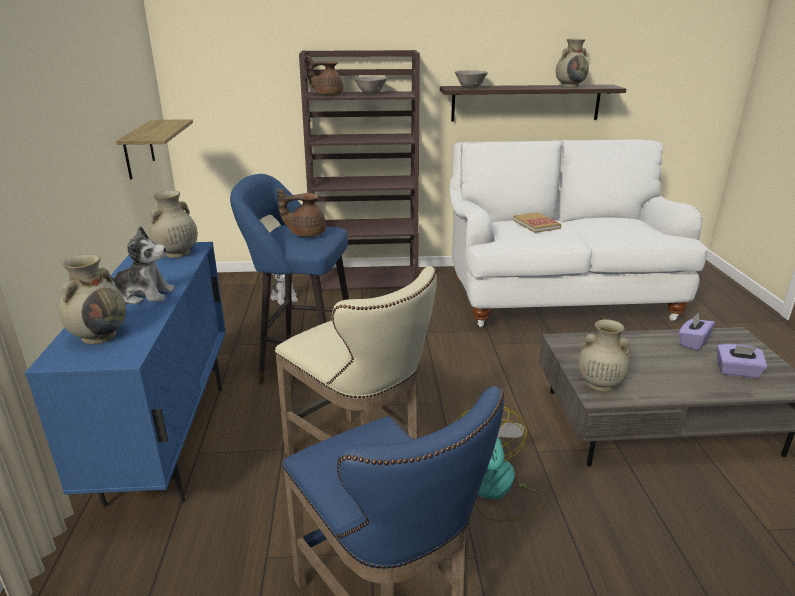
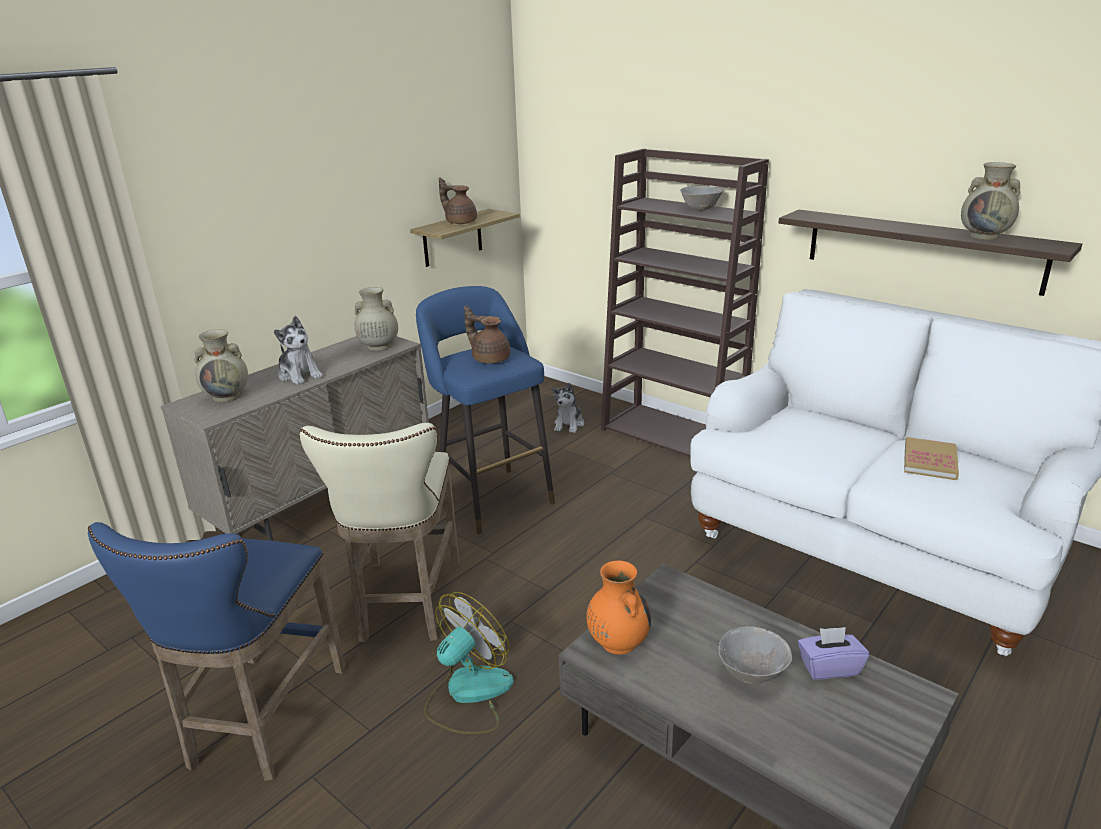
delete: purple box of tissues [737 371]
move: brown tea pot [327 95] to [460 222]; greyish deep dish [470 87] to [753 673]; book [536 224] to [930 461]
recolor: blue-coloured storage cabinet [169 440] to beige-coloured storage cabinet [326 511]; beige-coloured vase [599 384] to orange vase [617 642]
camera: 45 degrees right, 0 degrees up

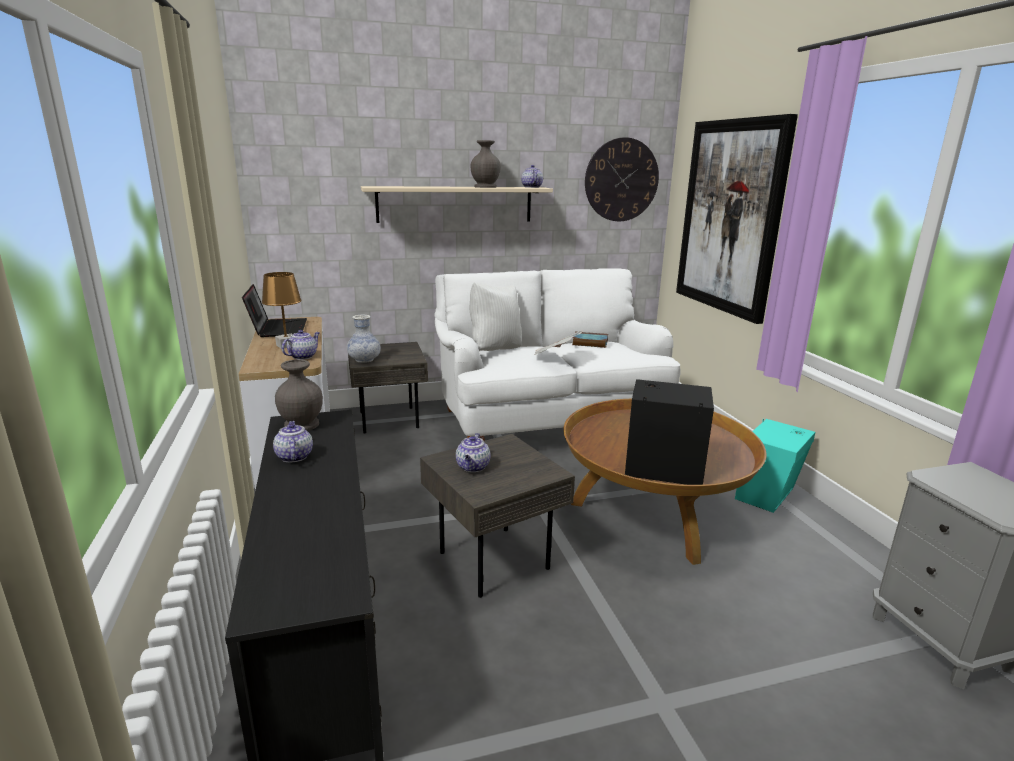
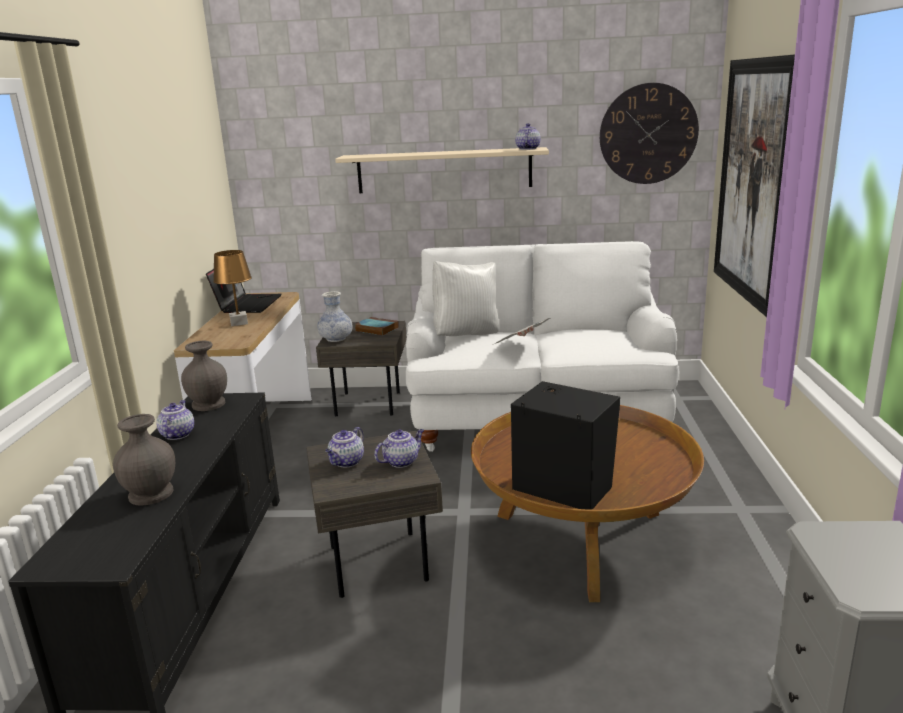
delete: turquoise-coloured audio speaker [768 494]
move: tea pot [303 356] to [401 461]; greyish vase [485 187] to [149 494]; book [589 343] to [376 329]
camera: 20 degrees right, 0 degrees up

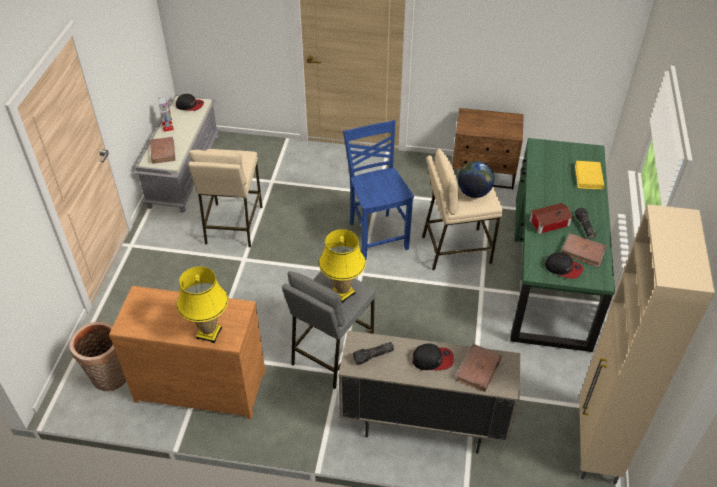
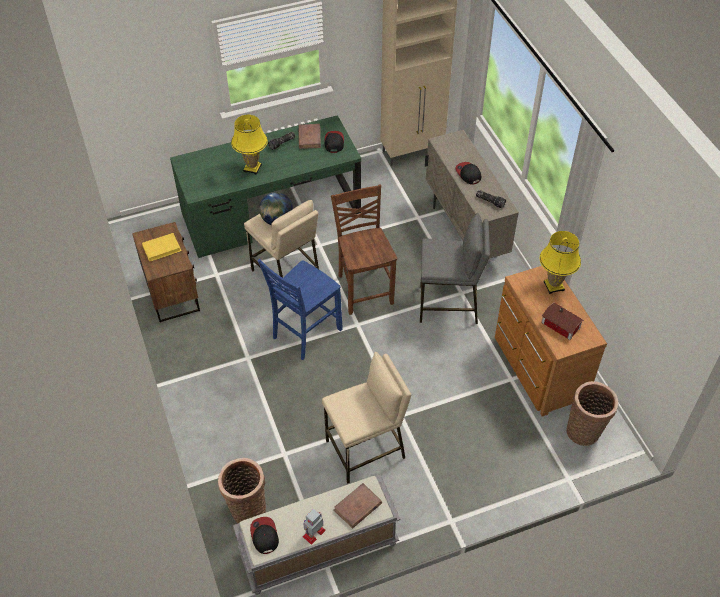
delete: brown book [478 369]
insert: basket [246 508]; brown plain chair [364 289]
move: yellow-coloured lamp for a table [343 293] to [252 168]; toy house [548 222] to [561 326]; yellow-coloured book [588 177] to [162 248]
camera: 120 degrees left, 5 degrees up

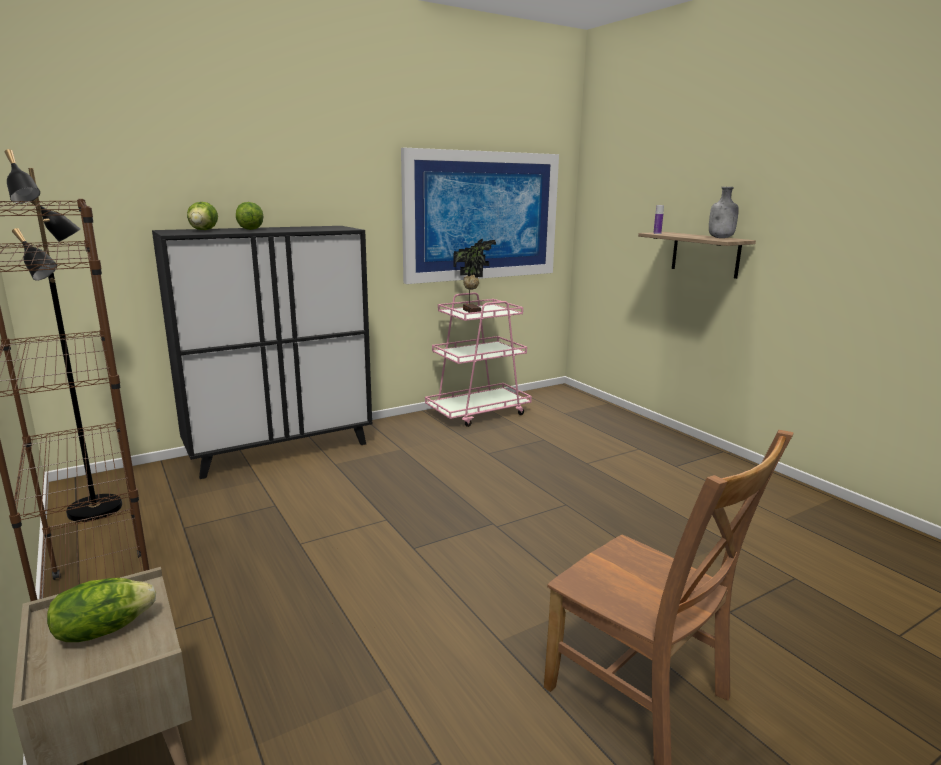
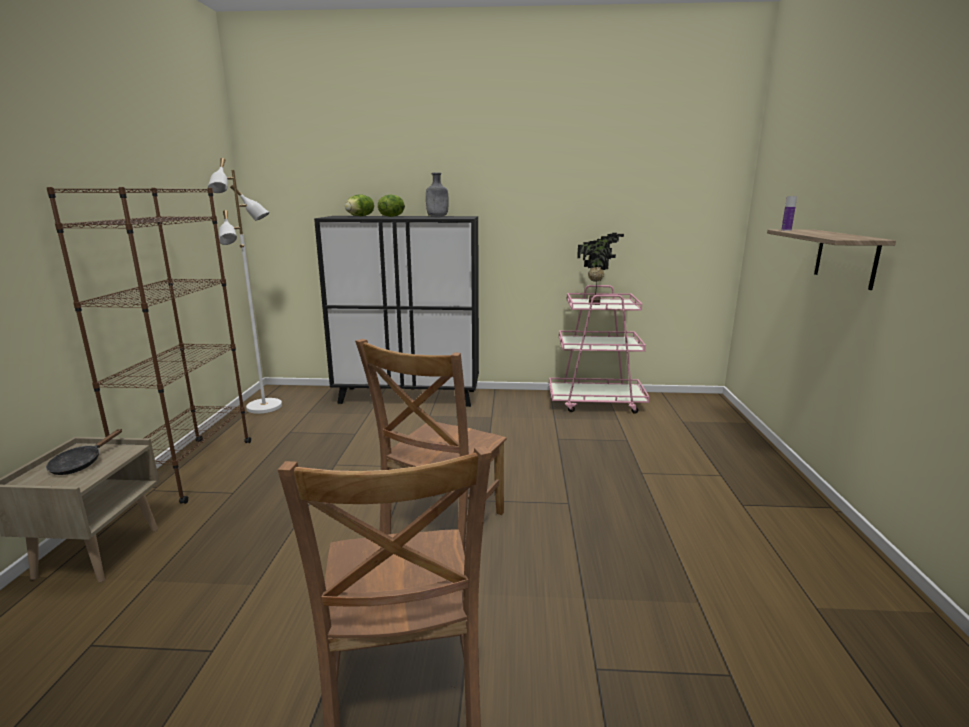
delete: wall art [482 216]
insert: brown plain chair [441 528]
move: greyish beverage bottle [721 238] to [437 217]
replace: lettuce head [103 629] to black-coloured skillet [80 464]
recolor: black-coloured floor lamp [97 509] to whitish floor lamp [265 407]
camera: 35 degrees right, 0 degrees up

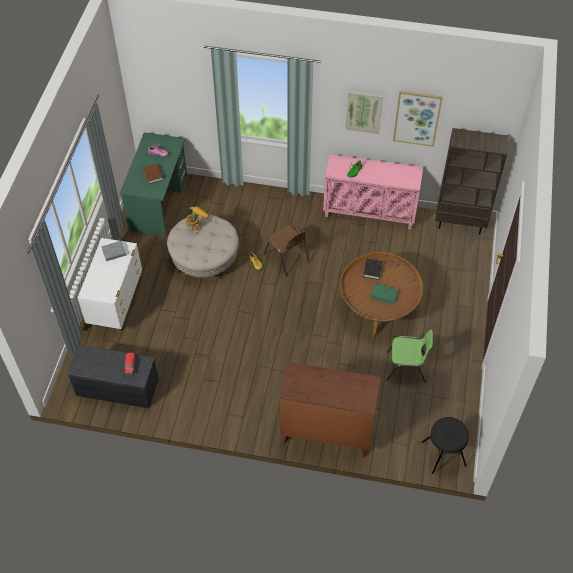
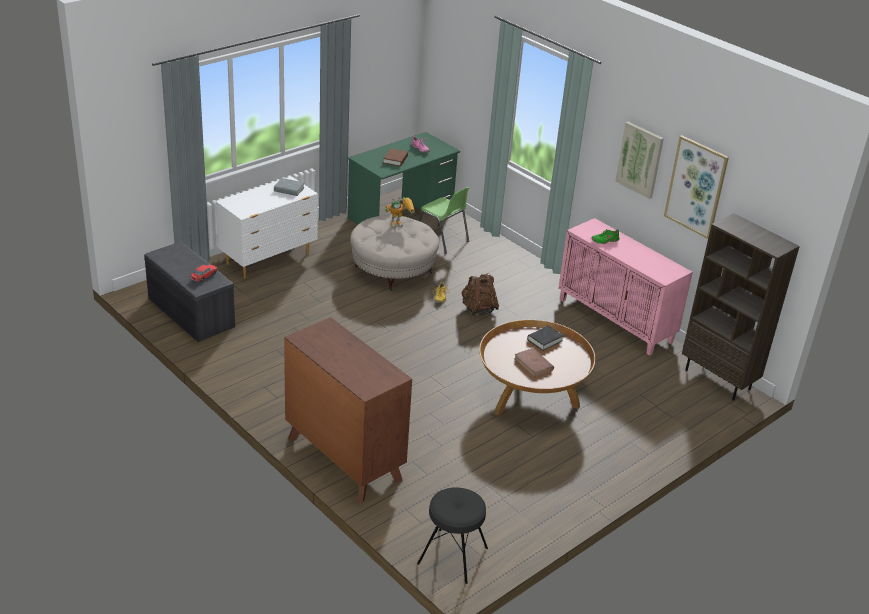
move: green plain chair [406 368] to [442 240]
replace: brown plain chair [287 258] to brown backpack [478 309]
recolor: green book [384 294] to brown book [533 364]
camera: 35 degrees right, 20 degrees down

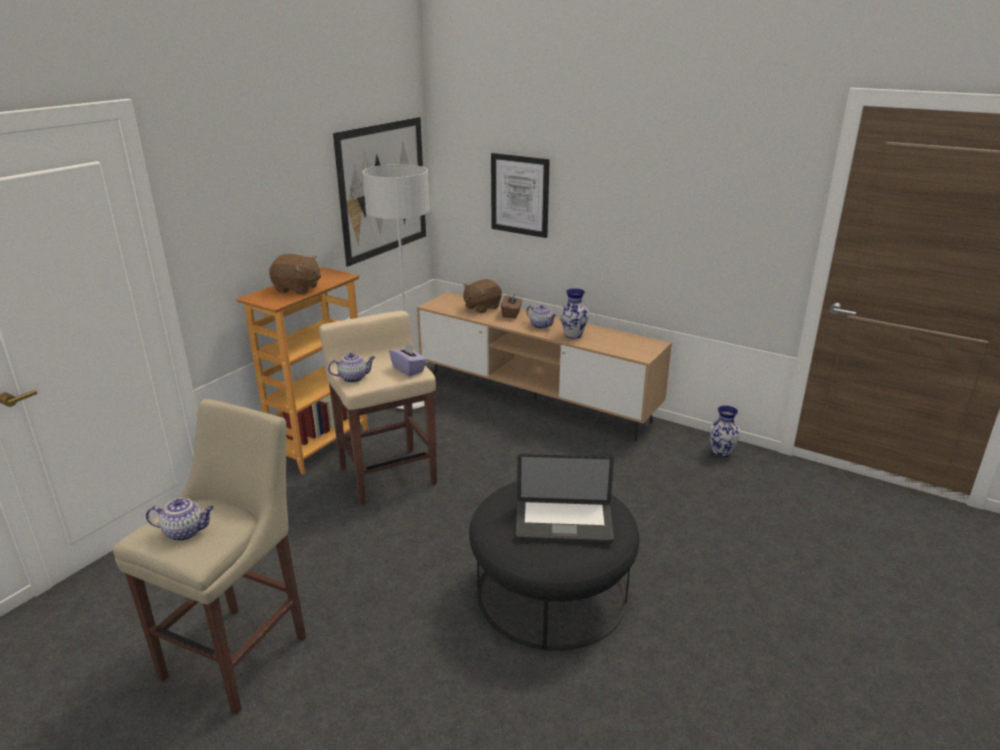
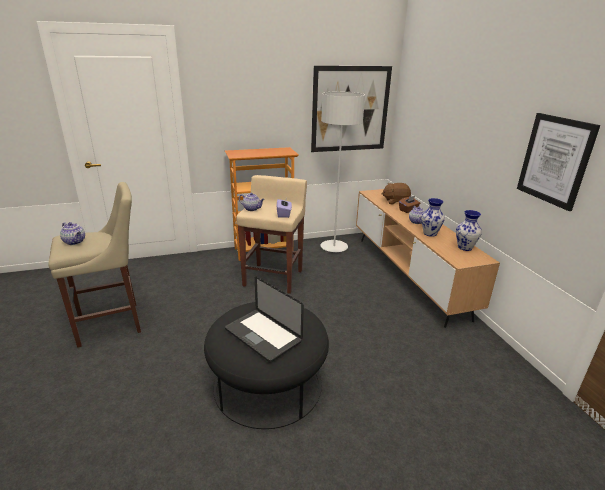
delete: brown soft toy [297 289]
move: wall art [520 195] to [555 160]; vase [721 452] to [465 248]
camera: 40 degrees right, 0 degrees up

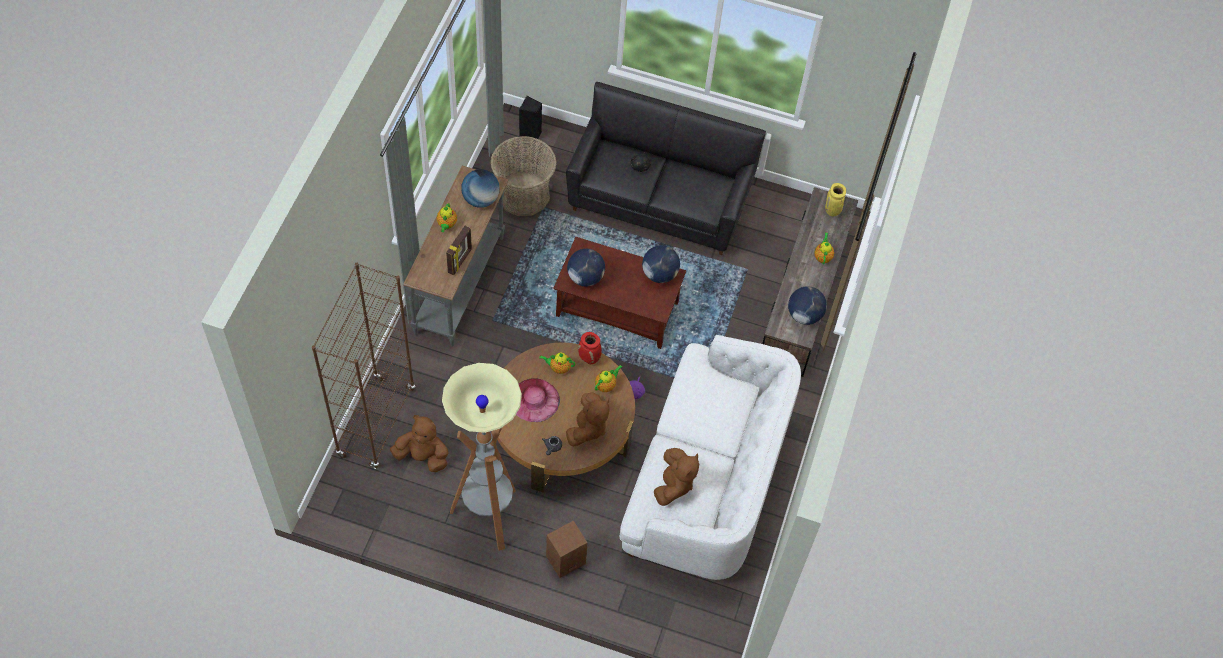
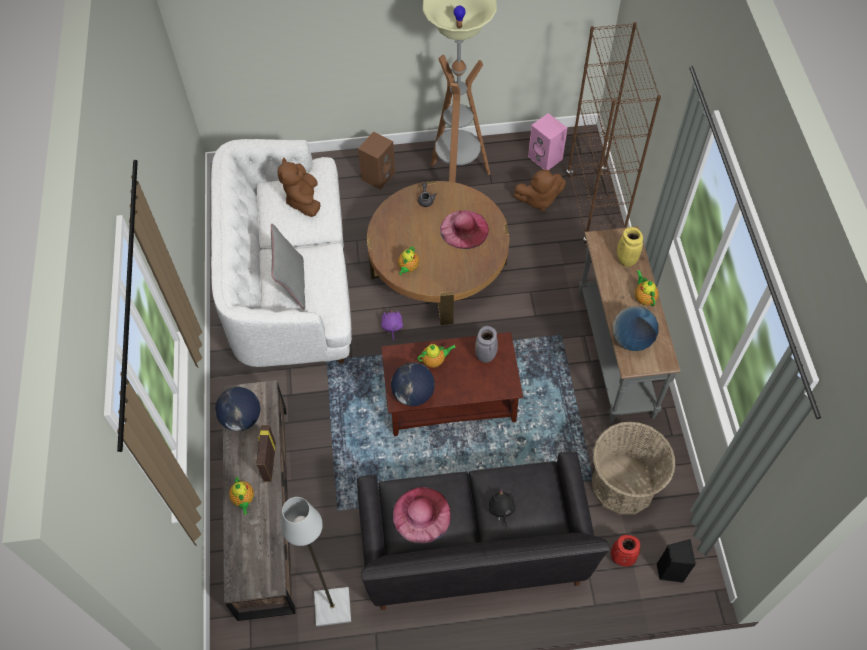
delete: brown soft toy [587 428]
insert: greyish throw pillow [292 284]; greyish floor lamp [332 608]; pink clothing hat [422 515]; pink audio speaker [546 158]
move: photo frame [460 261] to [269 462]; tea pot [558 368] to [435 361]; reddish vase [589 358] to [621 558]; yellow-coloured vase [832 211] to [625 259]
replace: world globe [585 277] to greyish vase [486 356]
camera: 160 degrees right, 0 degrees up

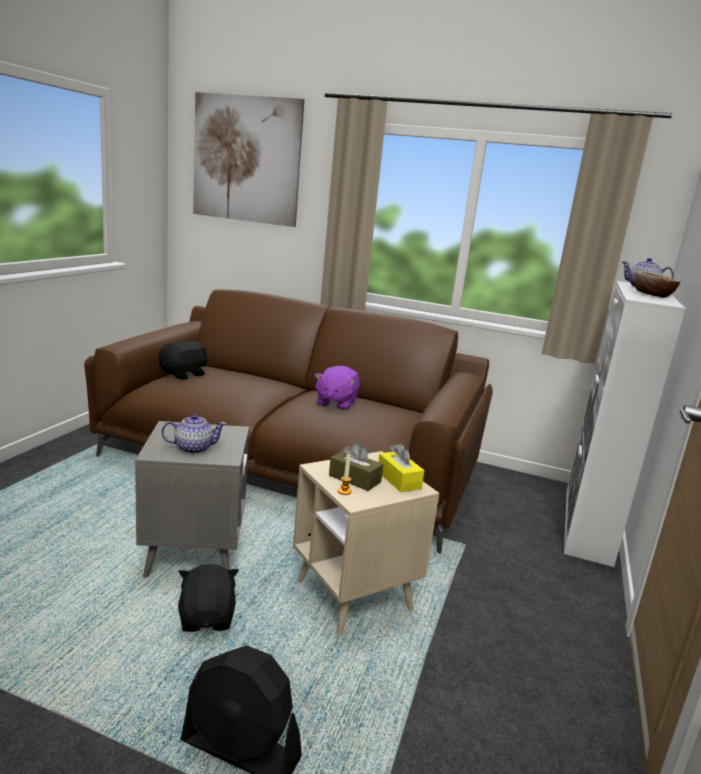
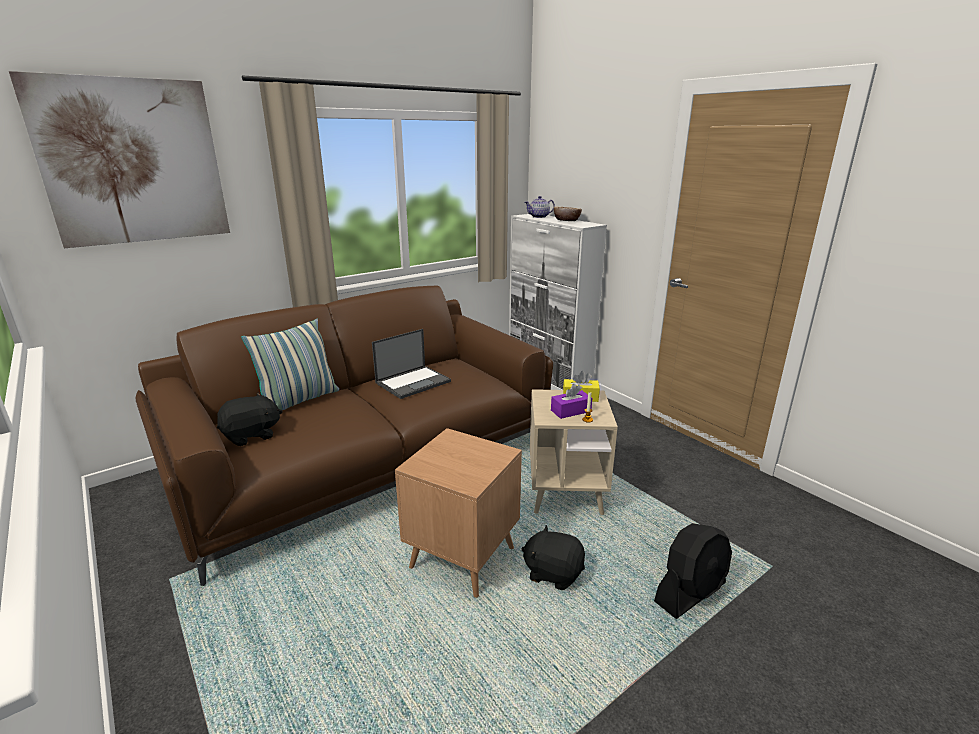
delete: tea pot [193 448]
insert: throw pillow [299 401]
replace: purple soft toy [335 403] to laptop [413 382]
recolor: greyish accent table [194 554] to brown accent table [462 557]; brown box of tissues [354 479] to purple box of tissues [571 411]
rotate: black-coloured soft toy [184 374] = [252 435] 75 degrees clockwise
camera: 55 degrees left, 5 degrees up

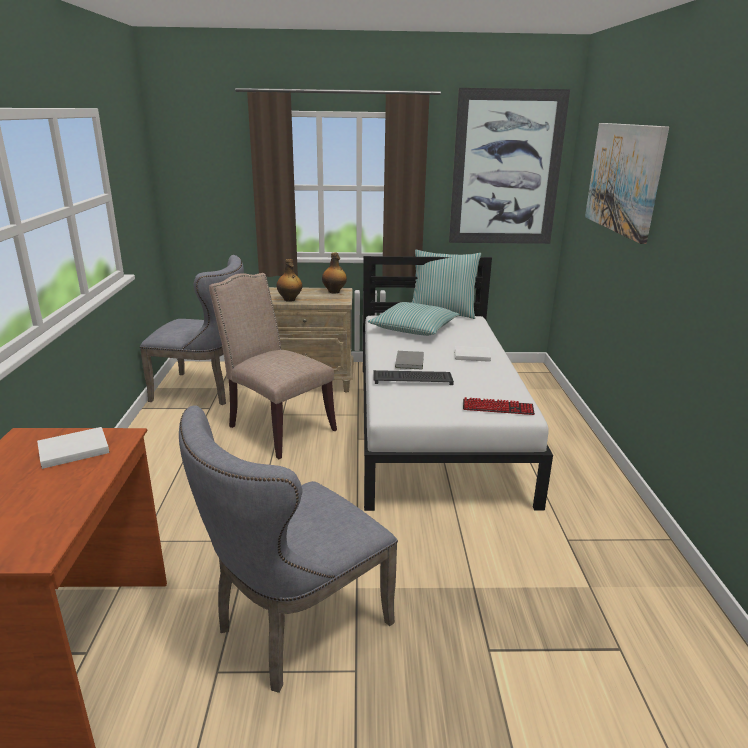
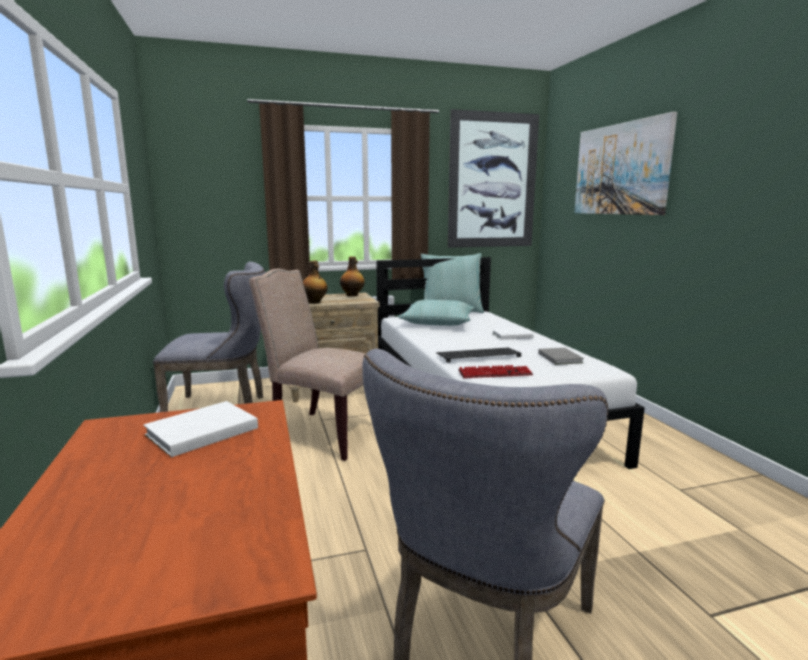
move: greyish book [410 361] to [560 357]; keyboard [498 408] to [495 373]
camera: 15 degrees left, 10 degrees down

